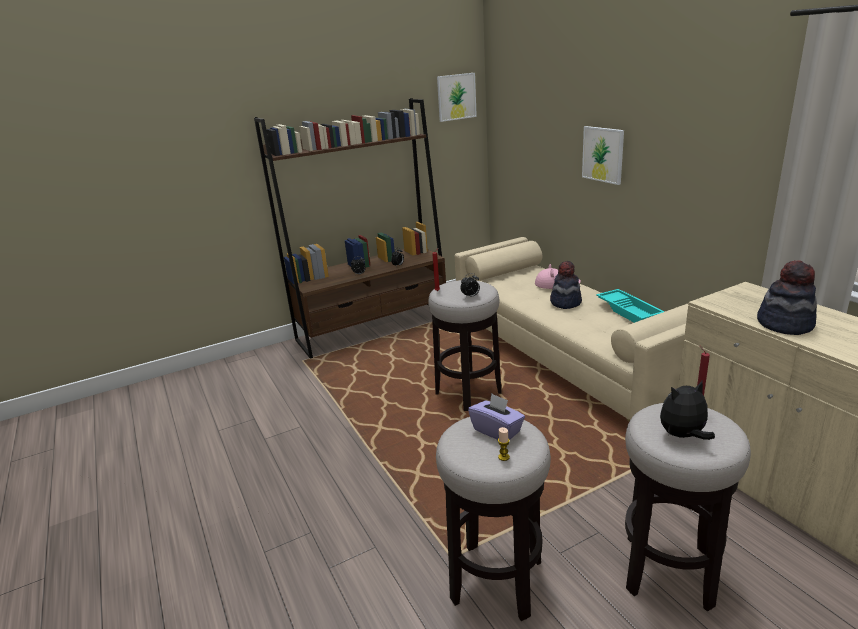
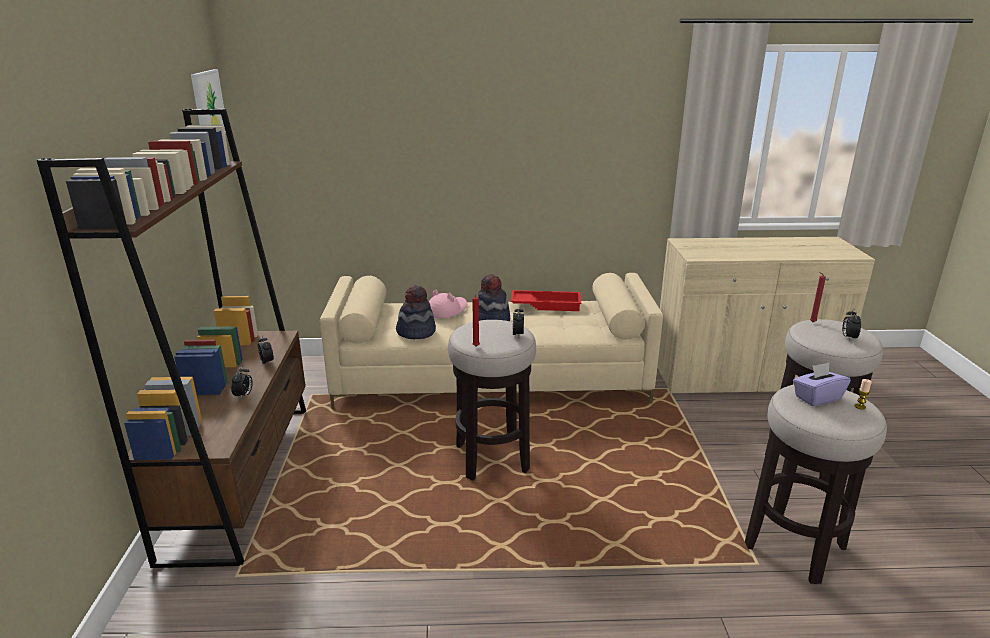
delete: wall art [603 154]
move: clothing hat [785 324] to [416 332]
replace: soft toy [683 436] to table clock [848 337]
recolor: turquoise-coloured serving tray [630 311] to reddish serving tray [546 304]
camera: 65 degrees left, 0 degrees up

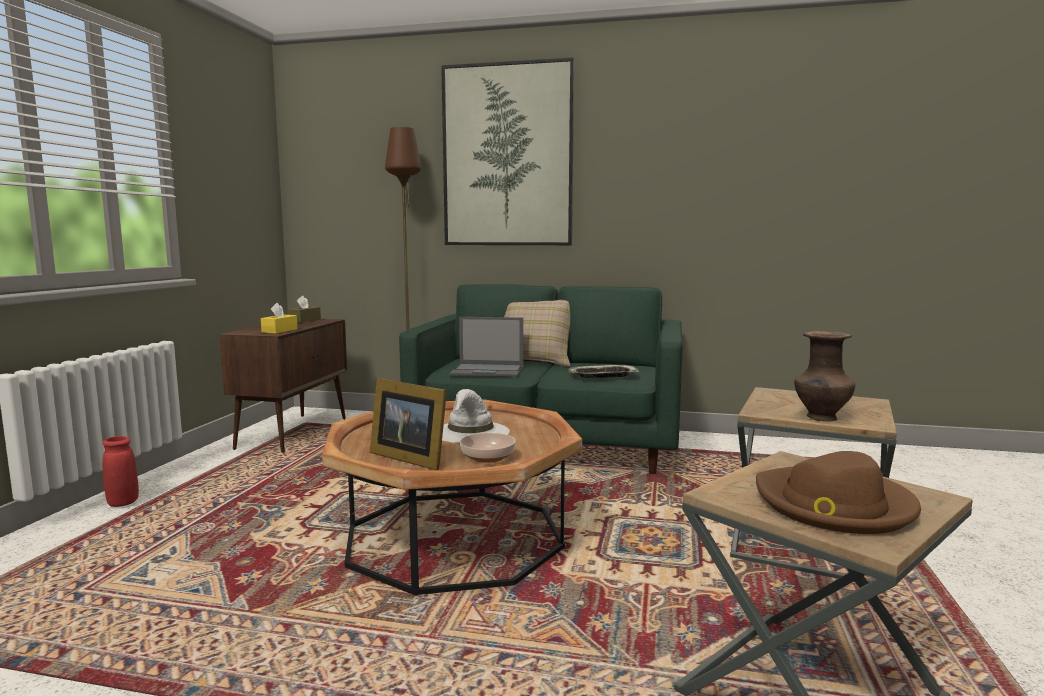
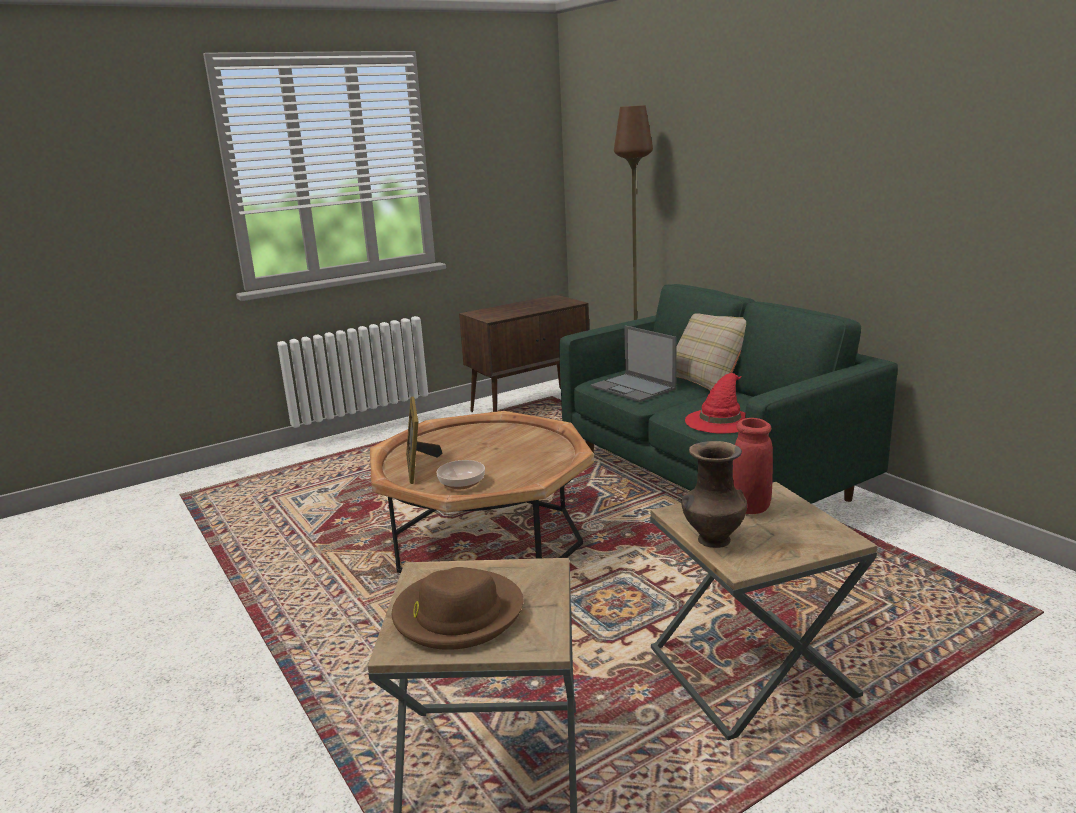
delete: yellow-coloured box of tissues [279 331]; brown box of tissues [304 320]; wall art [507 156]; whitish clothing hat [470 432]
move: reddish vase [123 503] to [751 508]
replace: serving tray [602 376] to reddish clothing hat [720 420]
camera: 45 degrees right, 10 degrees up

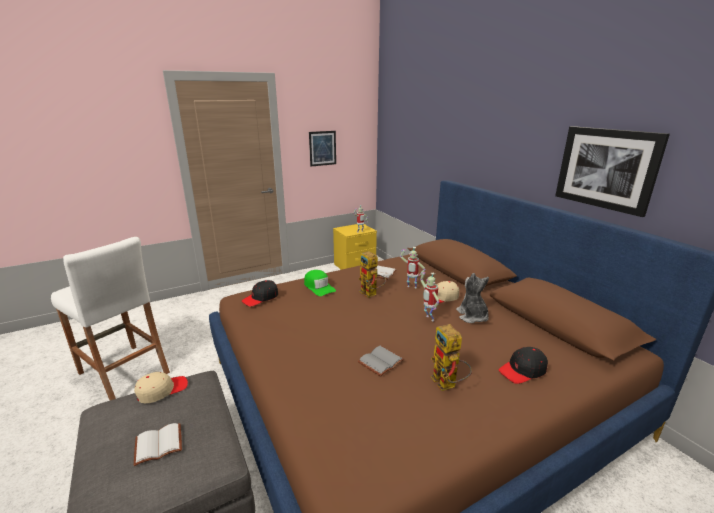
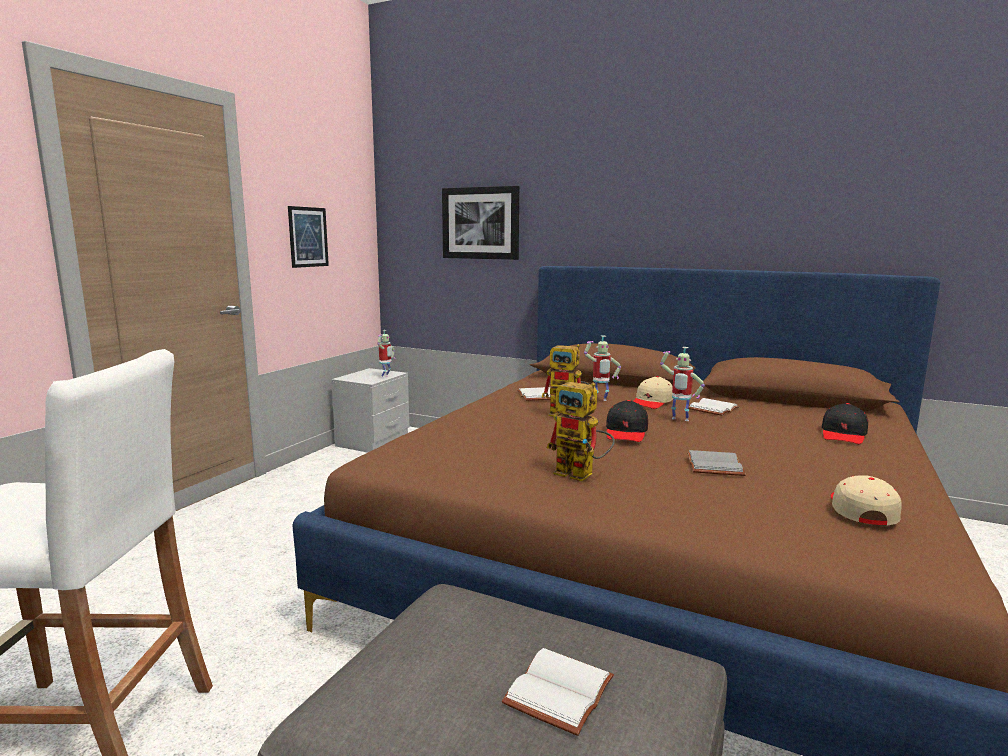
delete: green baseball cap [319 287]
move: beige-coloured baseball cap [162 390] to [861 510]; black-coloured baseball cap [261 298] to [626 432]; model robot [448 385] to [582 474]; wall art [606 168] to [480 223]
replace: soft toy [472 316] to whitish book [714 409]
recolor: yellow-coloured night table [354 265] to greyish night table [373 441]
camera: 35 degrees left, 10 degrees down

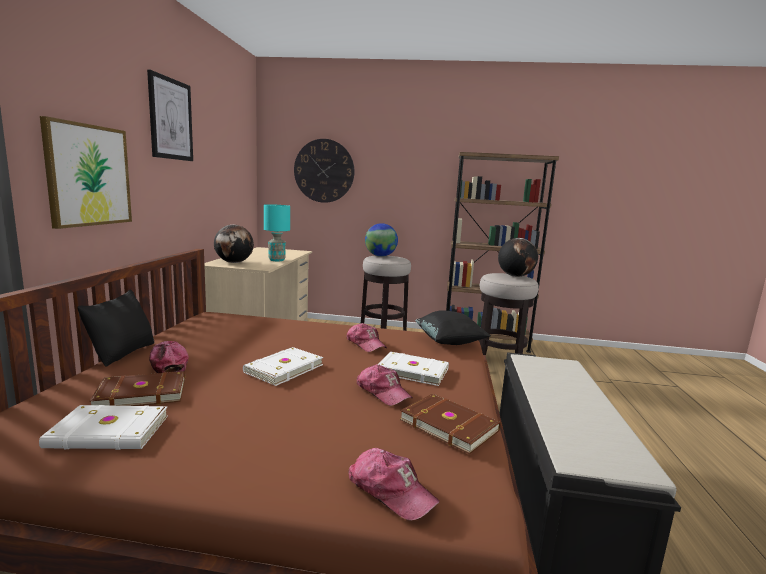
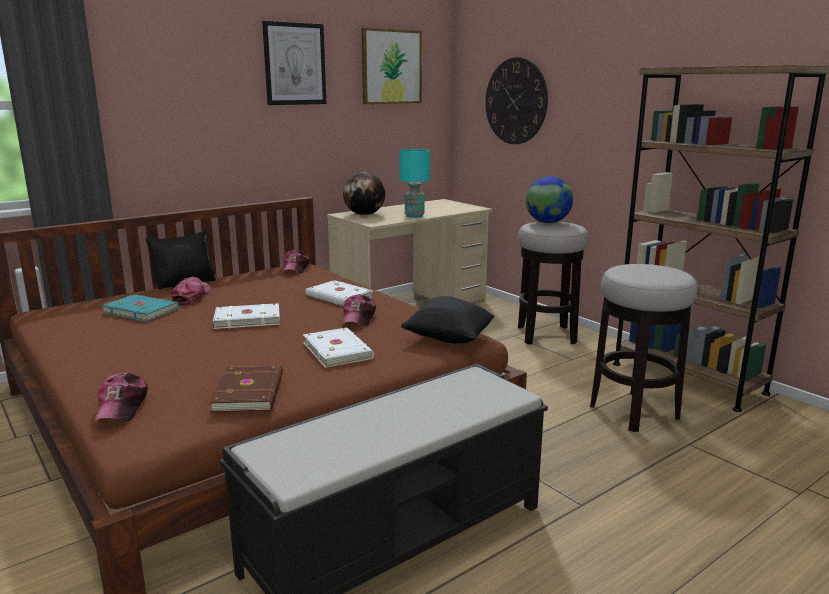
delete: world globe [515 276]
move: whitish book [108 433] to [339 297]; wall art [88 175] to [391 67]; baseball cap [383 392] to [295 268]
recolor: brown book [141 393] to turquoise-coloured book [141 310]
camera: 45 degrees right, 5 degrees up

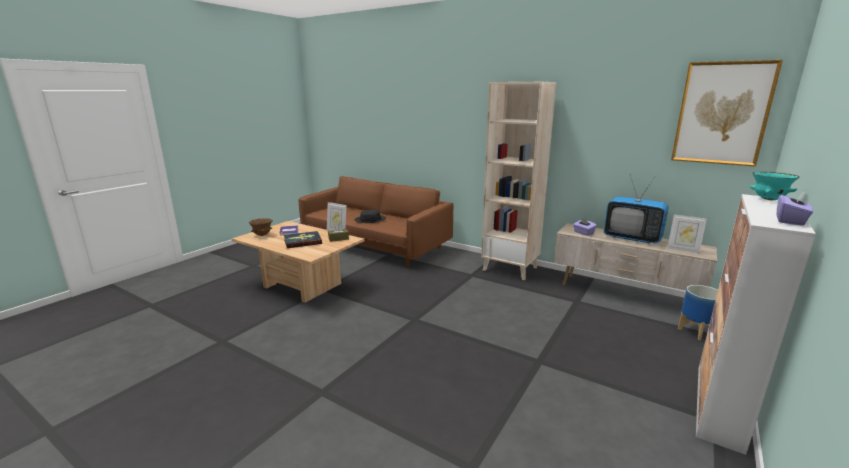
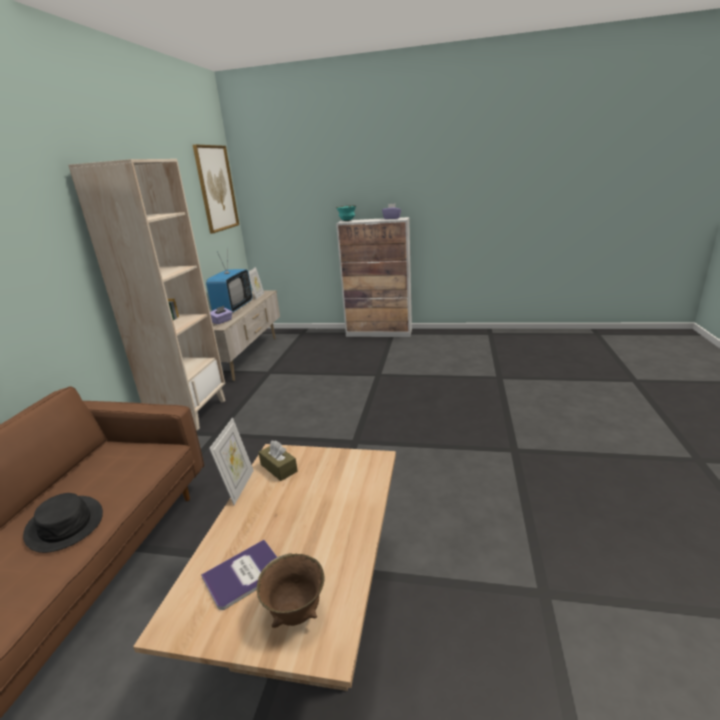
delete: book [302 241]; flower pot [696 332]
camera: 110 degrees left, 5 degrees up

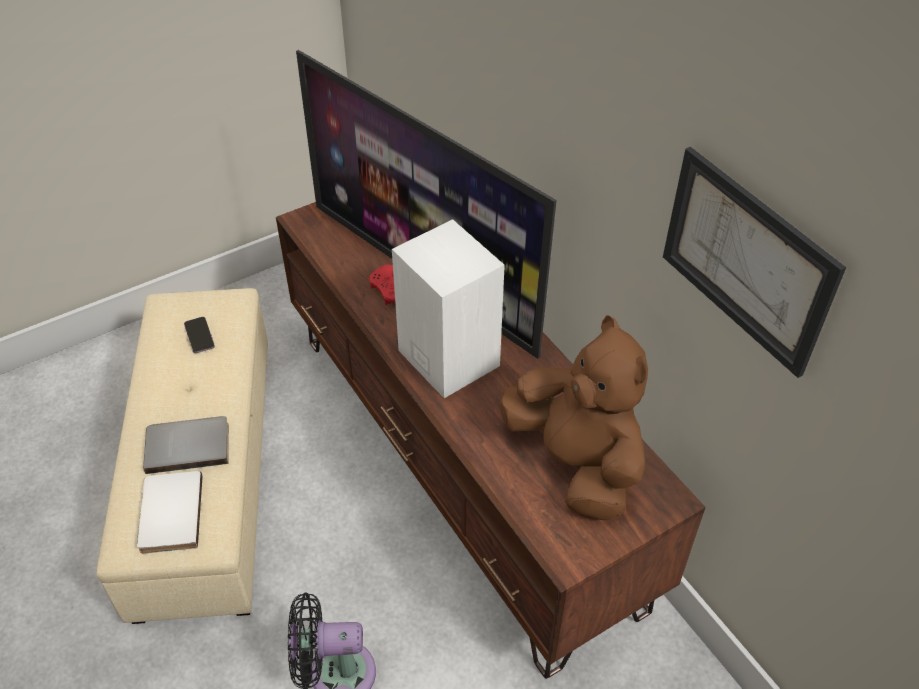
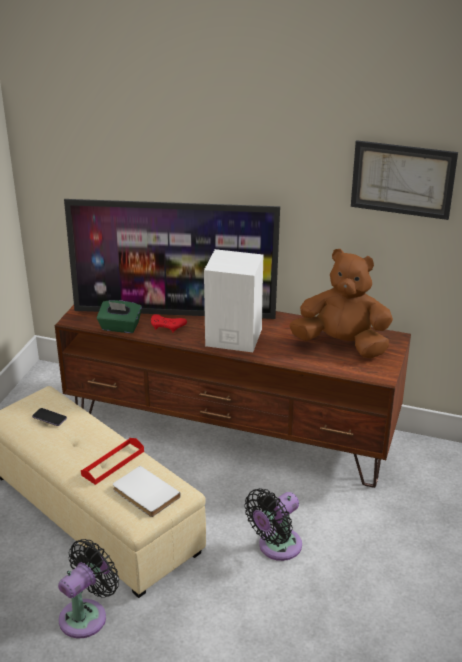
insert: black-coloured fan [87 615]; green box of tissues [120 327]
replace: greyish book [188 445] to reddish serving tray [113 463]
camera: 40 degrees left, 15 degrees down

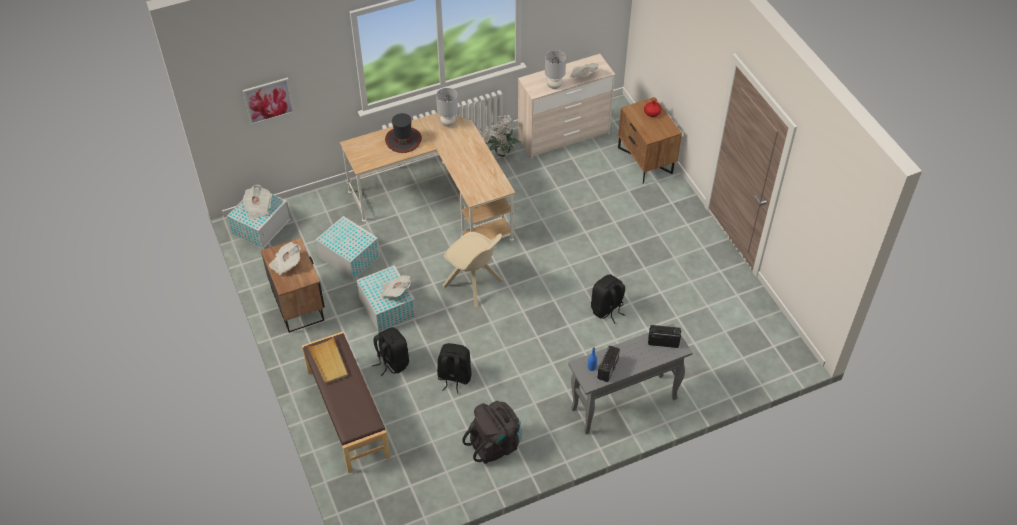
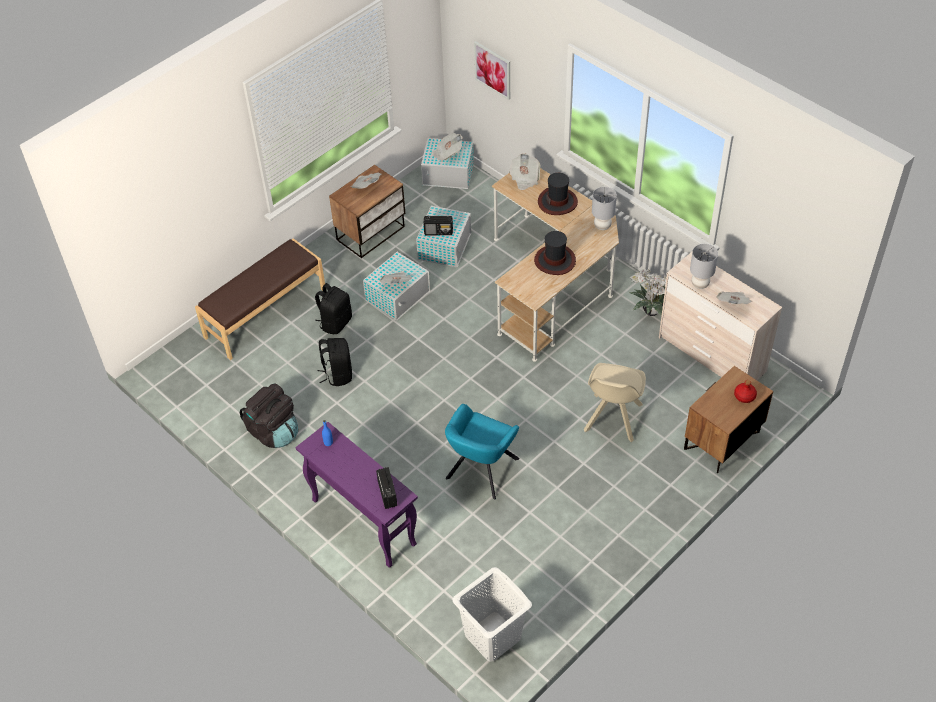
delete: beige-coloured serving tray [328 362]
insert: whitish hamper [492 636]; newspaper [524 178]; clothing hat [555 260]
move: beige-coloured plain chair [474 284] to [612 419]; radio receiver [608 369] to [439 232]
replace: black-coloured backpack [607 309] to turquoise-coloured lounge chair [481 470]
recolor: greyish narrow table [623 404] to purple narrow table [362 522]
camera: 70 degrees right, 0 degrees up

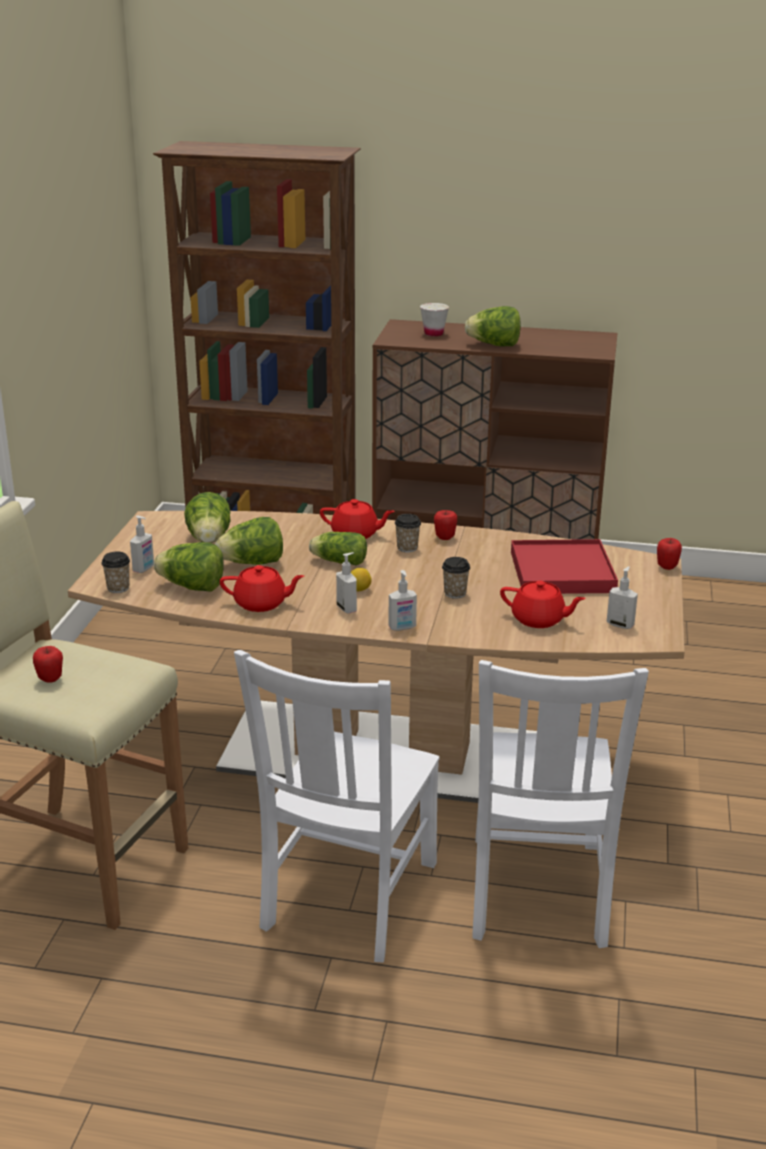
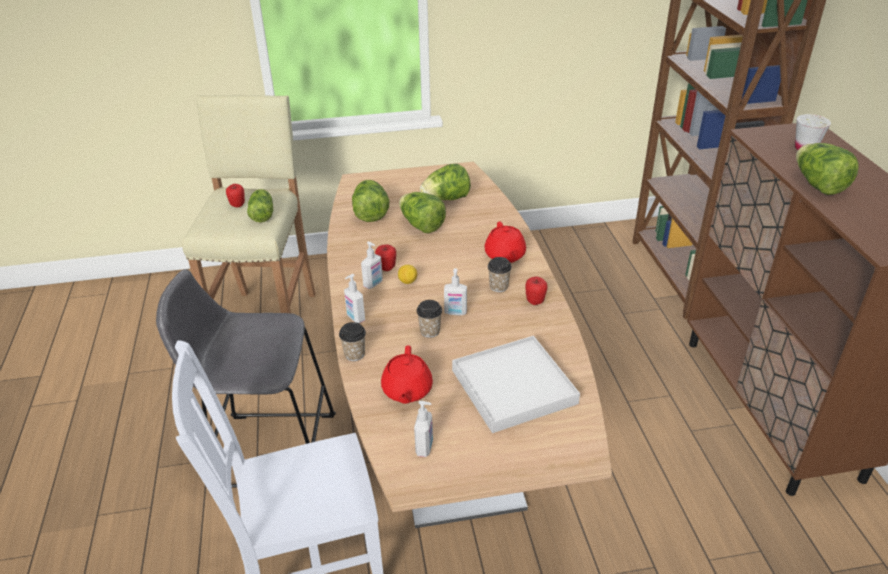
delete: reddish tea pot [261 604]
move: small cup [118 588] to [354 354]; liquid soap bottle [144 569] to [455 313]; lettuce head [337 561] to [262 213]; apple fruit [667 567] to [386 268]
replace: whitish plain chair [347 899] to greyish stool seat [268 450]
recolor: reddish serving tray [561 572] to whitish serving tray [513 386]
camera: 70 degrees right, 10 degrees up

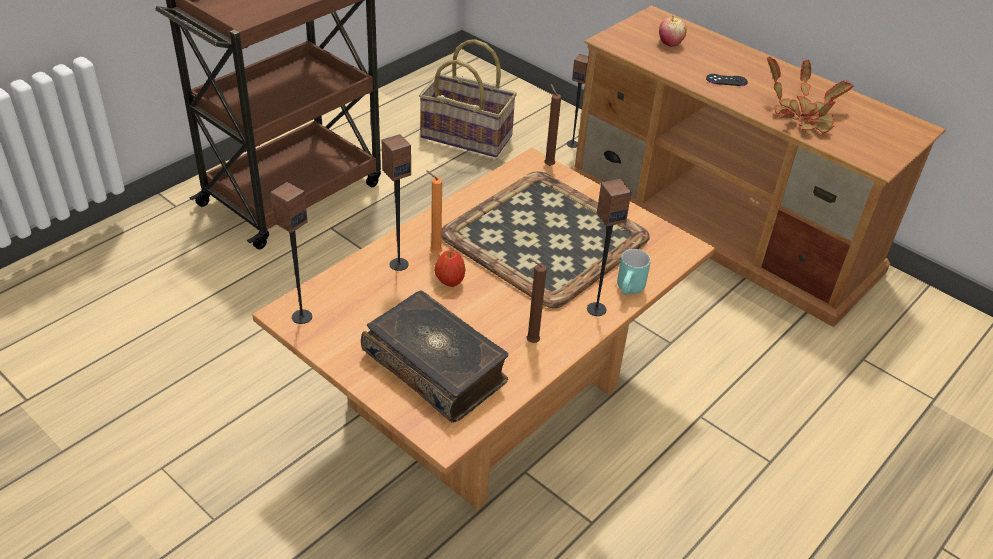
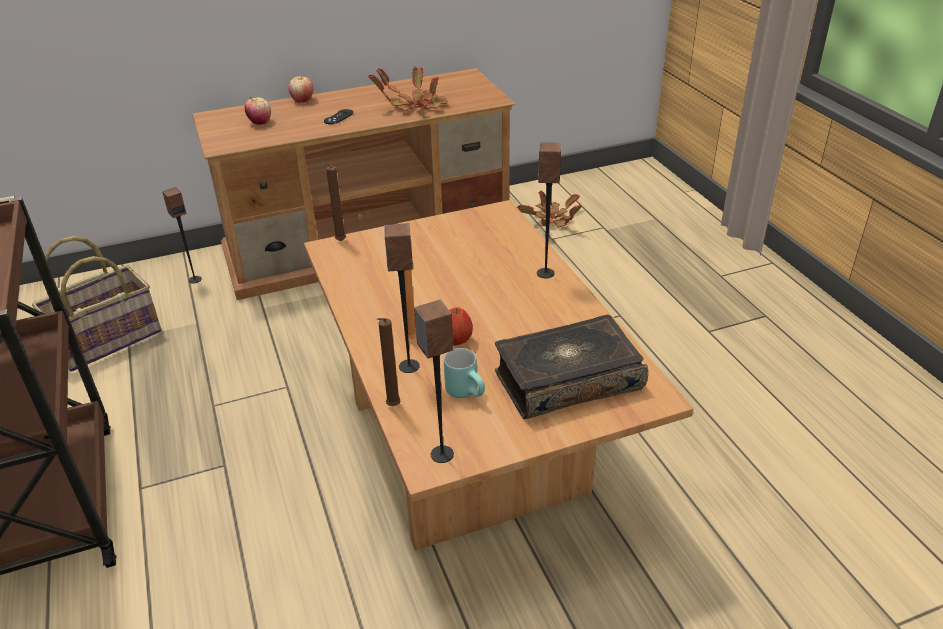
delete: serving tray [544 236]
insert: apple fruit [302 100]; potted plant [551 220]
move: brown wax candle [530 342] to [392 407]; turquoise-coloured mug [630 290] to [468 392]
camera: 60 degrees left, 5 degrees down

